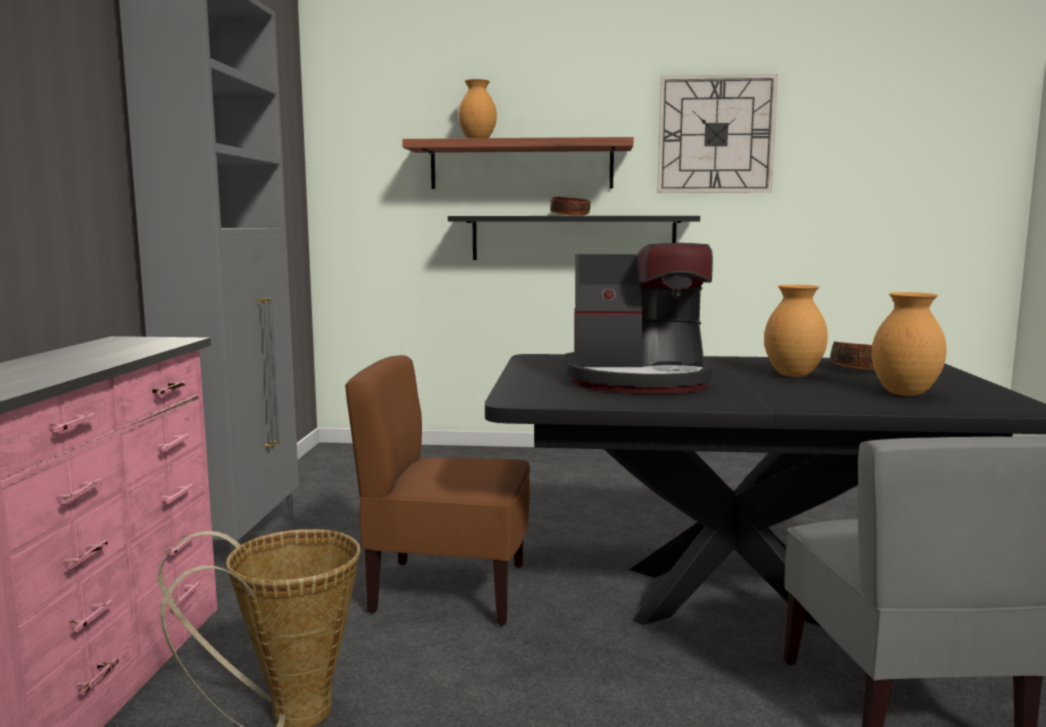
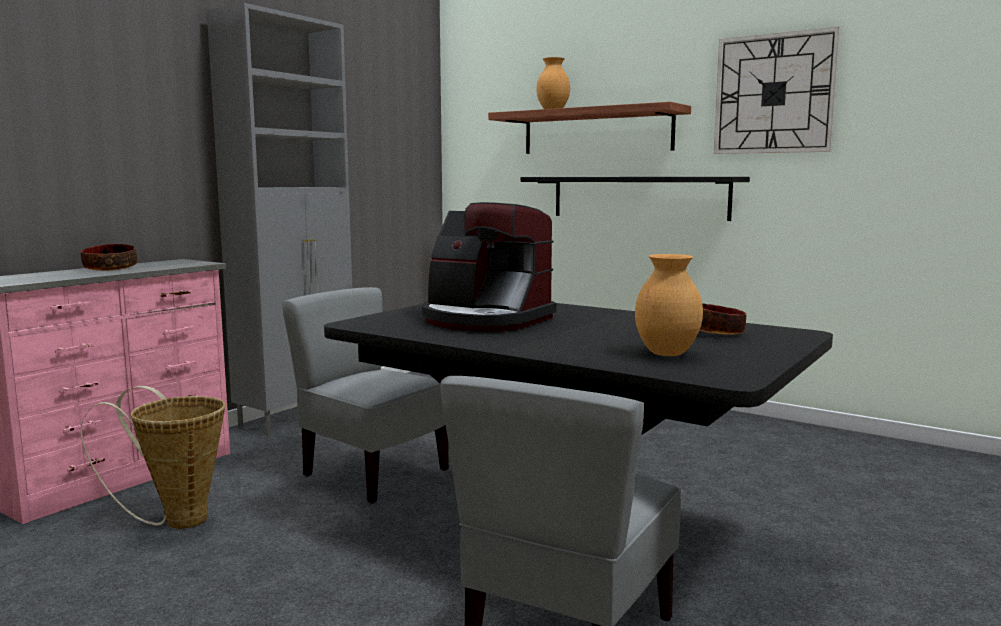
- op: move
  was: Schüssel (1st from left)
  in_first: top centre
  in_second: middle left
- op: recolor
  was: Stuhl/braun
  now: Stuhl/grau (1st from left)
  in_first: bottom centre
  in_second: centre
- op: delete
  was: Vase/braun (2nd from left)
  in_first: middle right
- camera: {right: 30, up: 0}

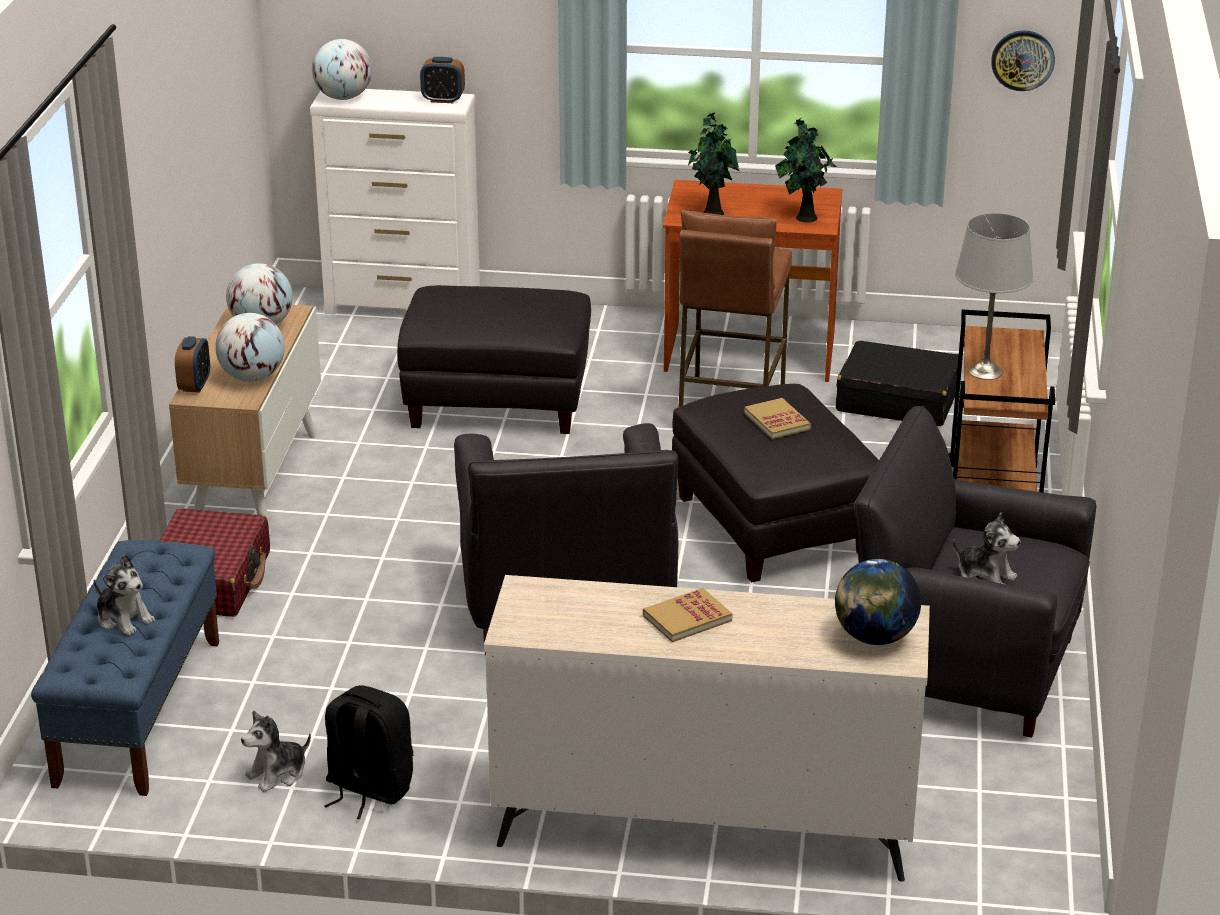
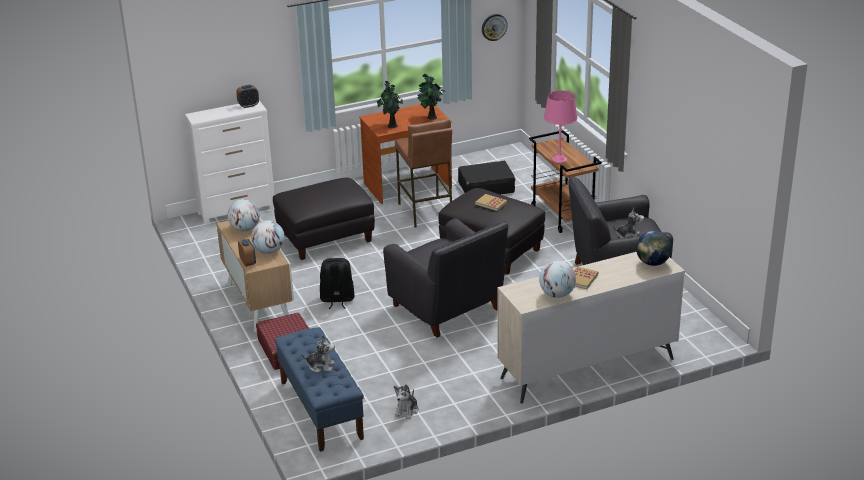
- op: move
  was: Rucksack/schwarz
  in_first: bottom left
  in_second: centre
- op: move
  was: Globus (3rd from left)
  in_first: top left
  in_second: centre
- op: recolor
  was: Tischlampe/grau
  now: Tischlampe/rosa
  in_first: top right
  in_second: top centre
- camera: {right: -30, up: 0}

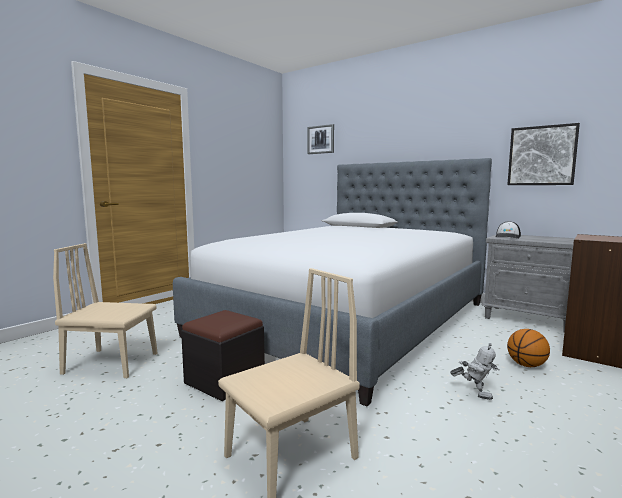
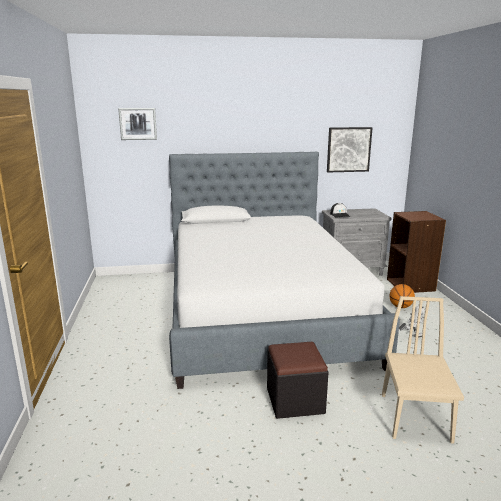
- op: delete
  was: Stuhl/beige (1st from left)
  in_first: middle left
- camera: {right: -45, up: 10}

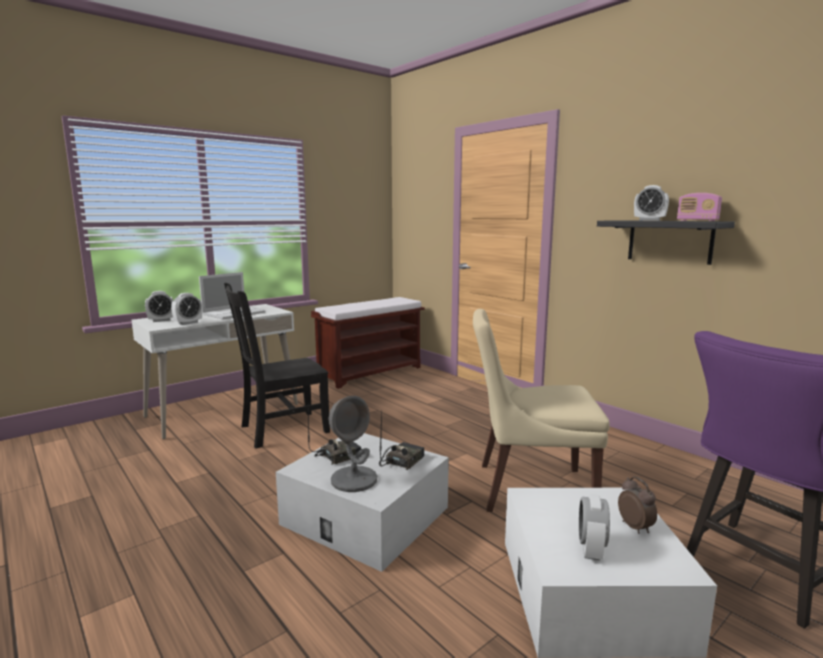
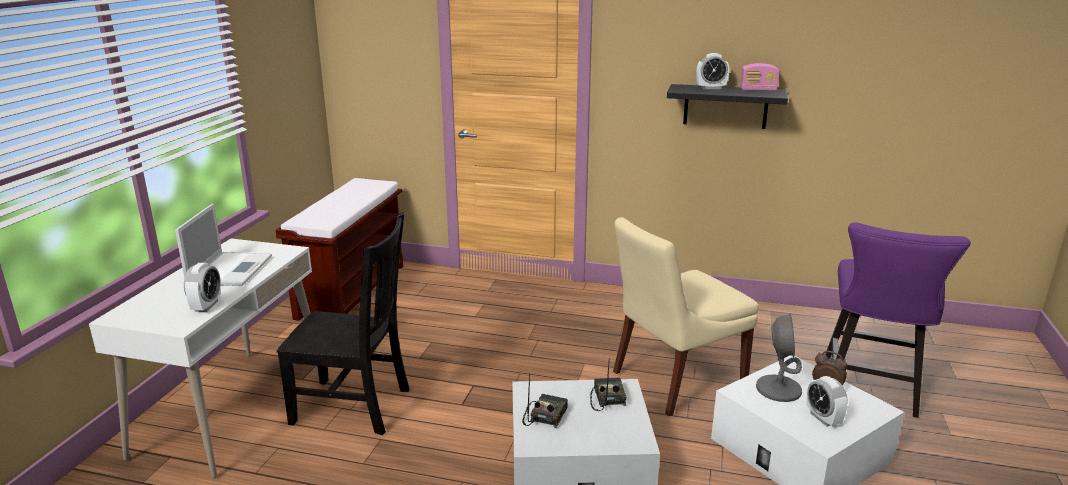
- op: rotate
  was: Stuhl/schwarz
  in_first: centre
  in_second: middle left
  clockwise: -105
- op: move
  was: Tischlampe/grau
  in_first: bottom centre
  in_second: bottom right
- op: delete
  was: Wecker (1st from left)
  in_first: middle left
- camera: {right: -35, up: 10}

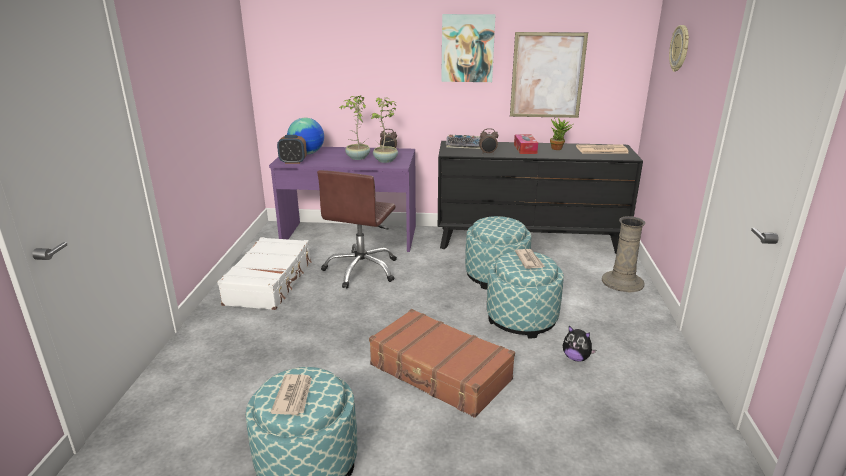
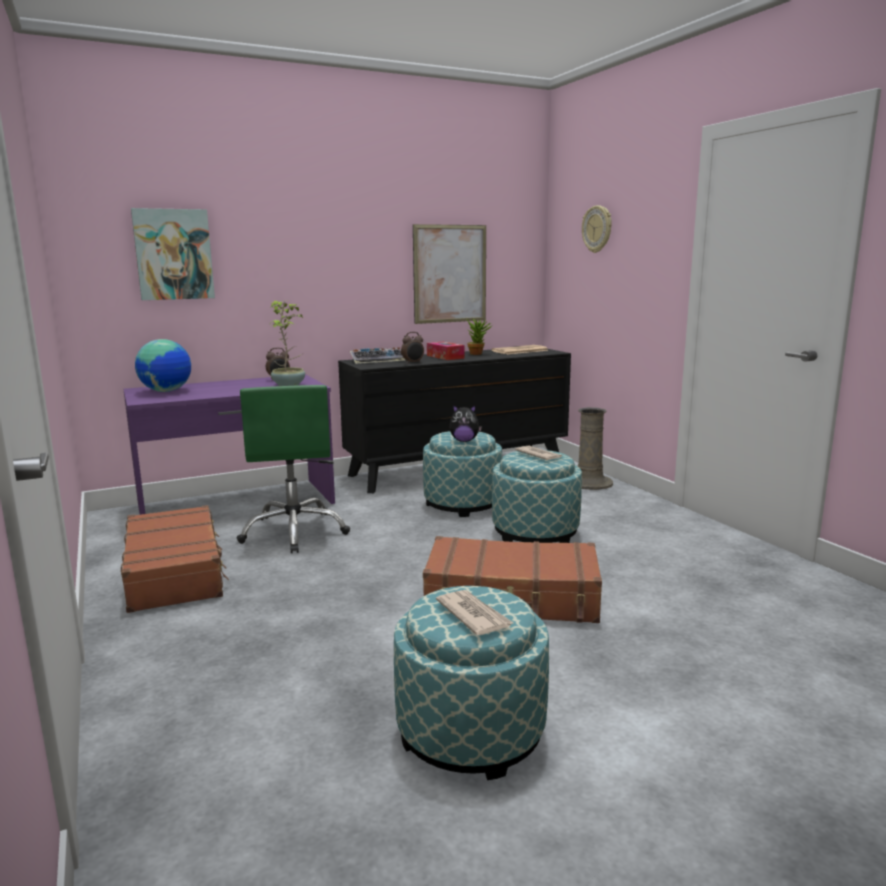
- op: recolor
  was: Koffer/weiß
  now: Koffer/braun (1st from left)
  in_first: middle left
  in_second: middle left
- op: move
  was: Bild (1st from left)
  in_first: top centre
  in_second: top left
- op: recolor
  was: Bürostuhl/braun
  now: Bürostuhl/grün
  in_first: centre
  in_second: middle left
- op: move
  was: Plüschtier
  in_first: bottom right
  in_second: centre
- op: delete
  was: Wecker (1st from left)
  in_first: top centre
- op: delete
  was: Topfpflanze (1st from left)
  in_first: top centre
- camera: {right: -30, up: -10}

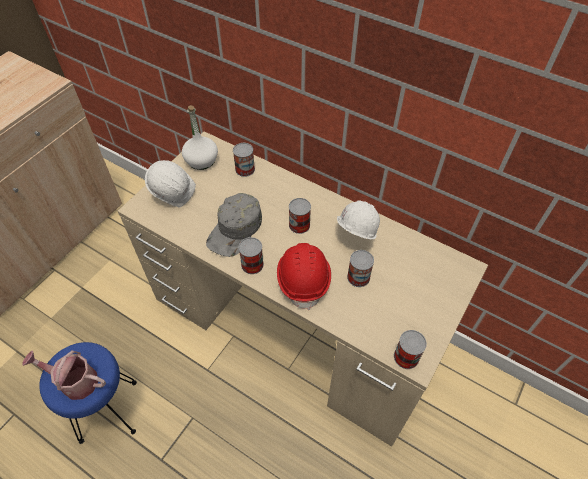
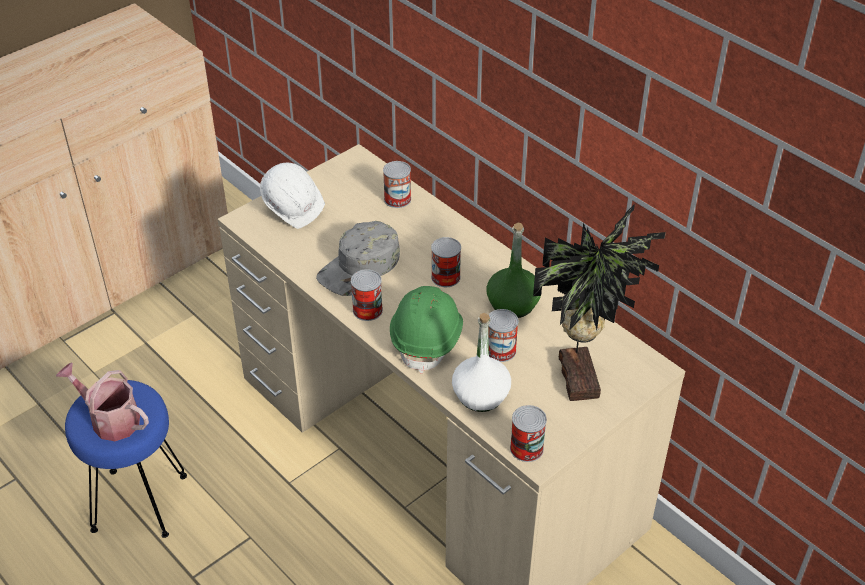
- op: recolor
  was: Schutzhelm/rot
  now: Schutzhelm/grün
  in_first: centre
  in_second: centre
- op: move
  was: Flasche/weiß
  in_first: top centre
  in_second: centre
- op: replace
  was: Schutzhelm/weiß (2nd from left)
  now: Flasche/grün
  in_first: centre
  in_second: centre
- op: insert
  now: Topfpflanze
  in_second: middle right
- camera: {right: 15, up: -10}

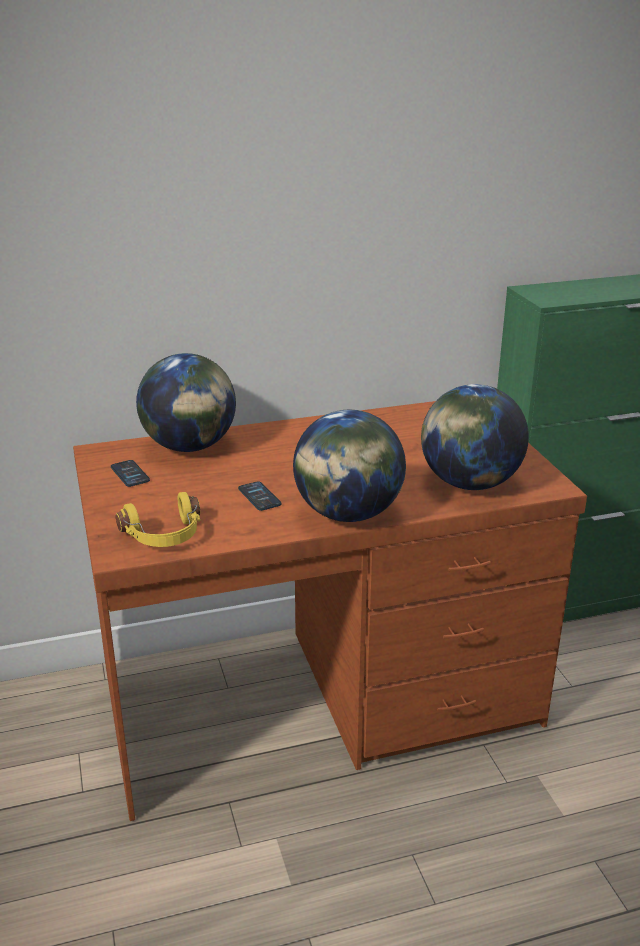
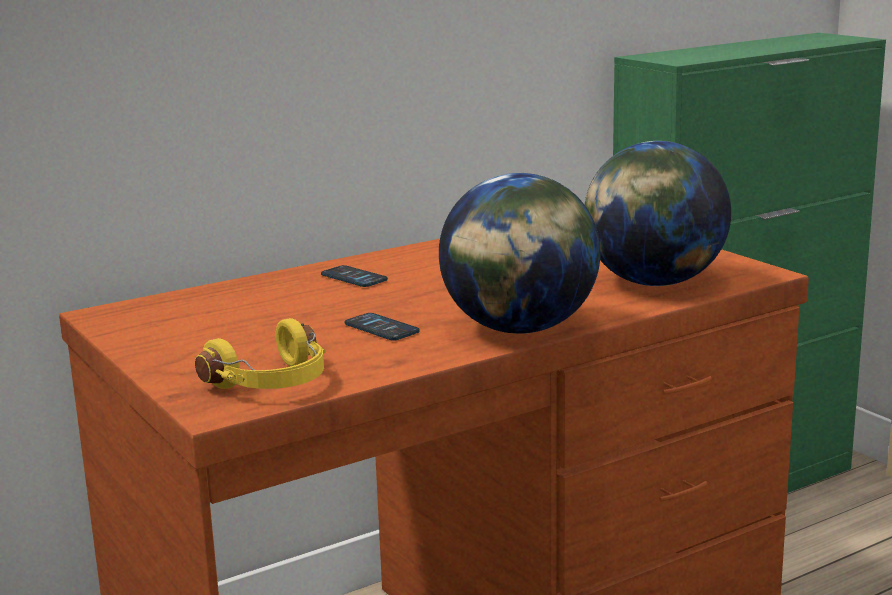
- op: move
  was: Handy (1st from left)
  in_first: middle left
  in_second: centre
- op: delete
  was: Globus (1st from left)
  in_first: middle left
- camera: {right: -15, up: -10}

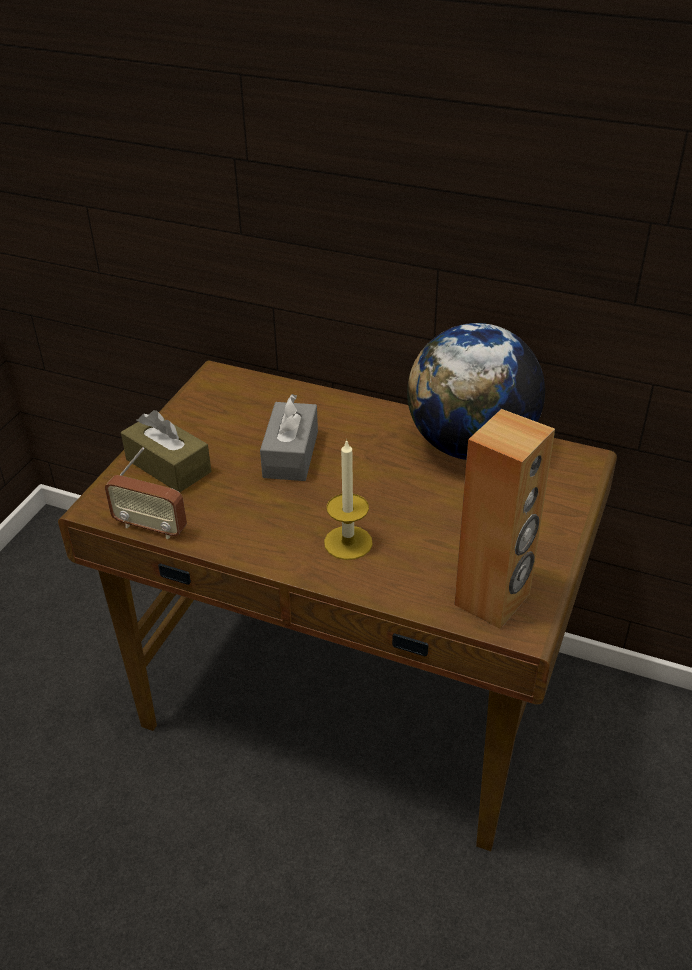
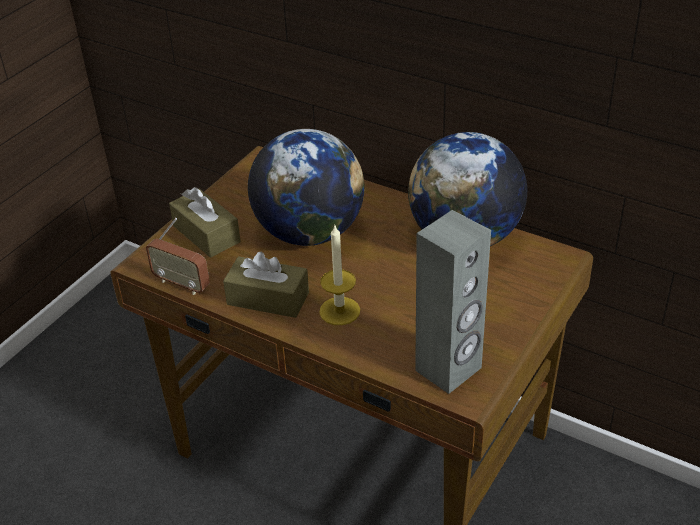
- op: insert
  now: Taschentuchbox/braun (2nd from left)
  in_second: centre
- op: replace
  was: Taschentuchbox/grau
  now: Globus (1st from left)
  in_first: centre
  in_second: centre
- op: recolor
  was: Lautsprecher/braun
  now: Lautsprecher/grau
  in_first: middle right
  in_second: centre
- camera: {right: 10, up: 0}

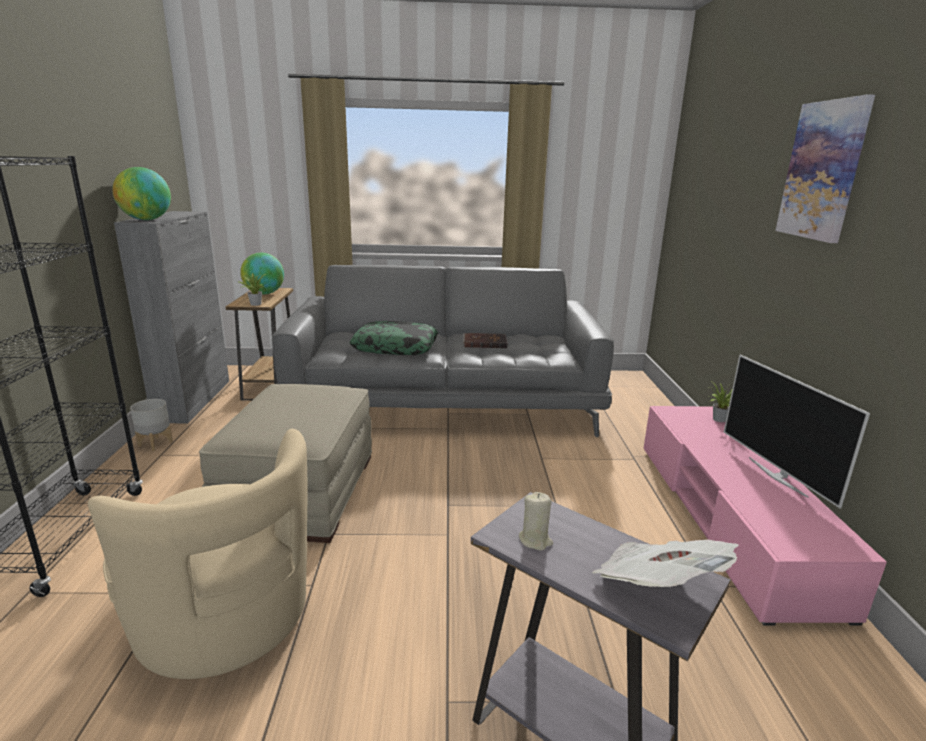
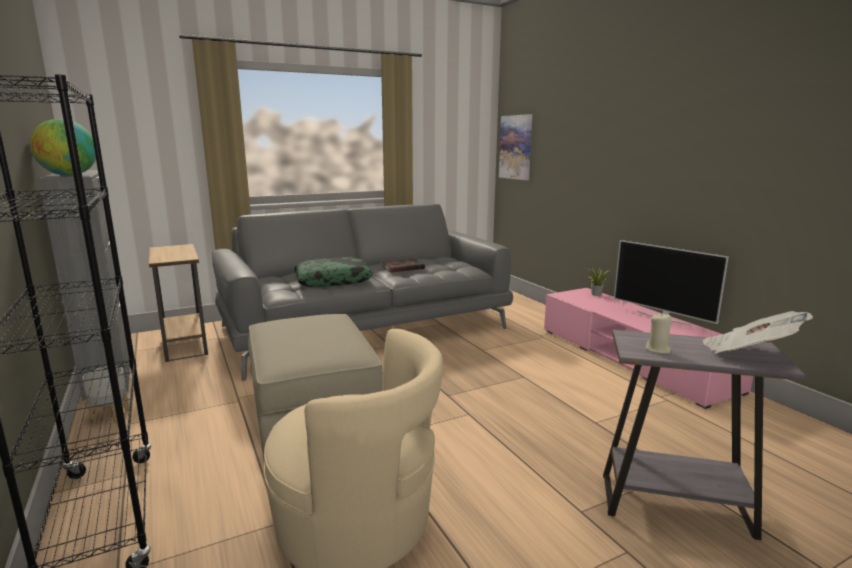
- op: move
  was: Bild
  in_first: top right
  in_second: top centre
- op: delete
  was: Topfpflanze (1st from left)
  in_first: middle left
- op: delete
  was: Globus (2nd from left)
  in_first: middle left
- camera: {right: -25, up: -5}

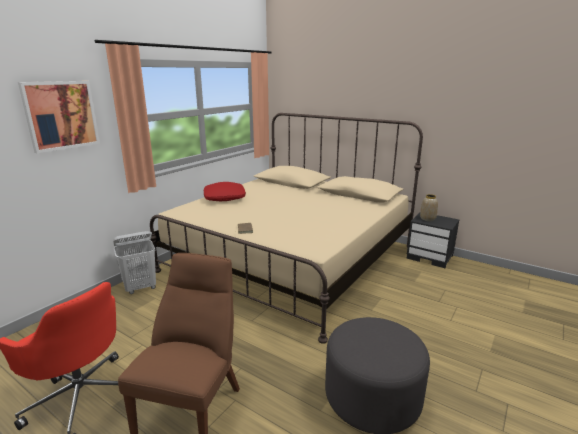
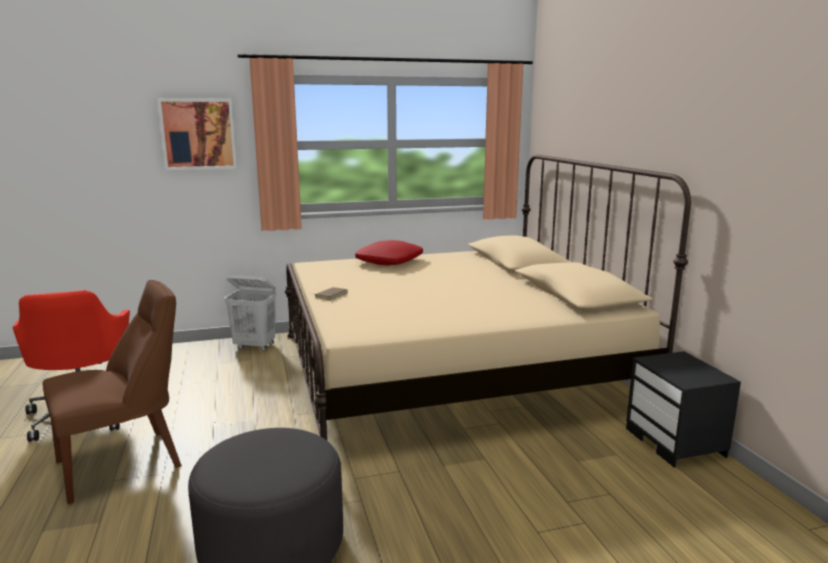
- op: delete
  was: Vase
  in_first: middle right
- camera: {right: 40, up: -5}

